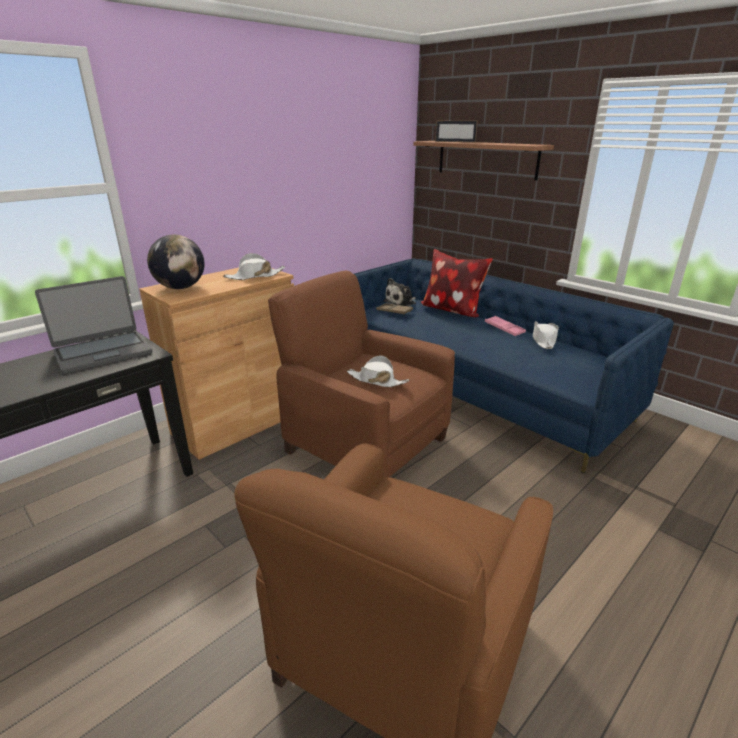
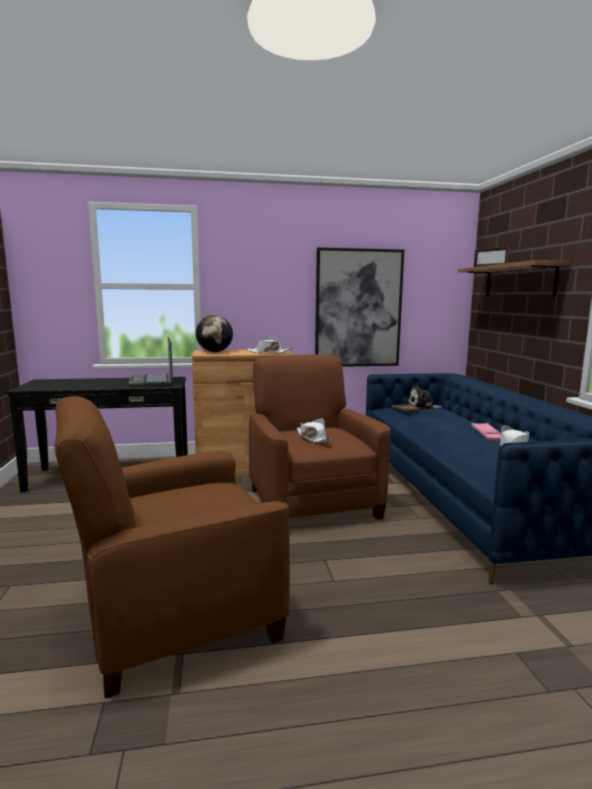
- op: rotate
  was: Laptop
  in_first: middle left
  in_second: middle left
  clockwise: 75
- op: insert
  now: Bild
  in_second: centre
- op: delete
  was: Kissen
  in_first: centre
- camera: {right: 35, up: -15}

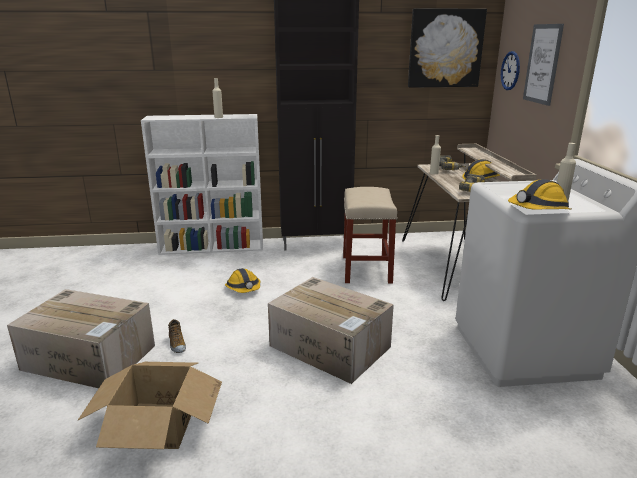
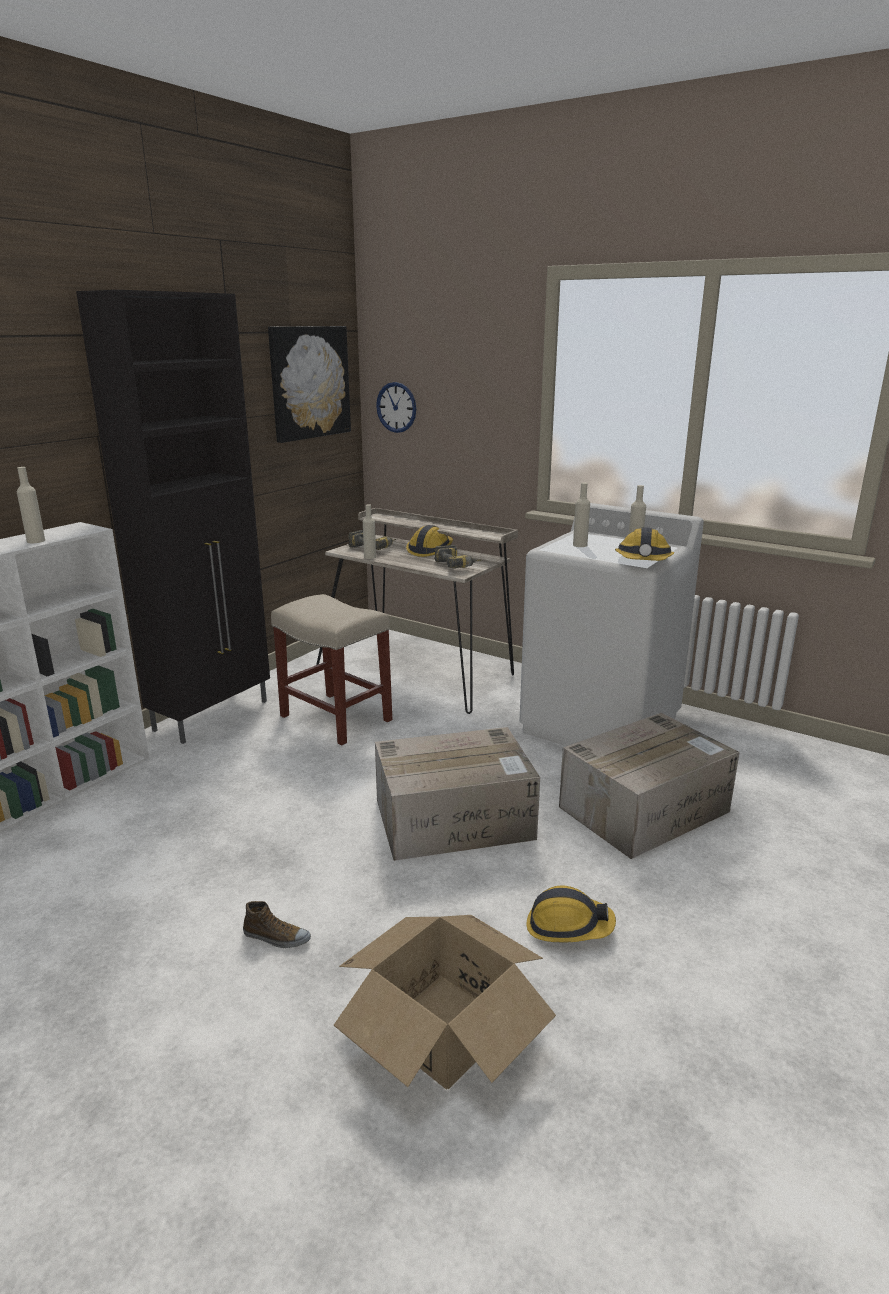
- op: move
  was: Schutzhelm (1st from left in the first image)
  now: Schutzhelm (2nd from left)
  in_first: centre
  in_second: bottom centre
- op: move
  was: Karton (1st from left in the first image)
  now: Karton (3rd from left)
  in_first: bottom left
  in_second: middle right
- op: insert
  now: Flasche/beige (3rd from left)
  in_second: centre
- op: delete
  was: Bild (2nd from left)
  in_first: top right
- camera: {right: -50, up: 0}

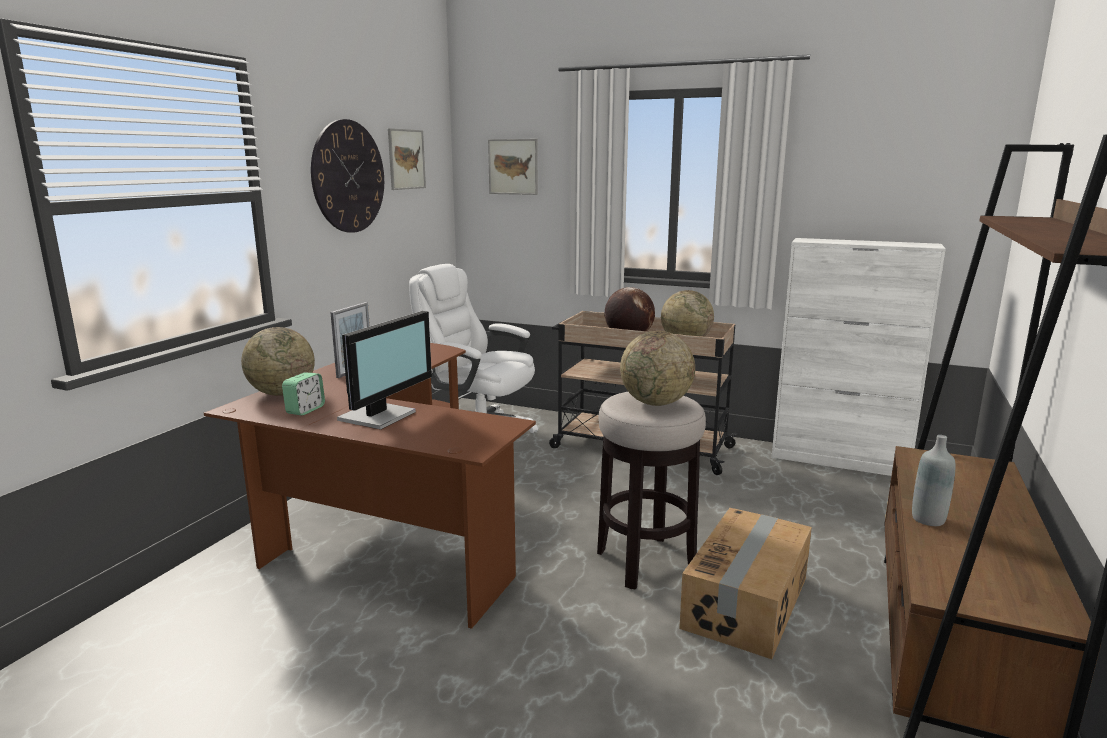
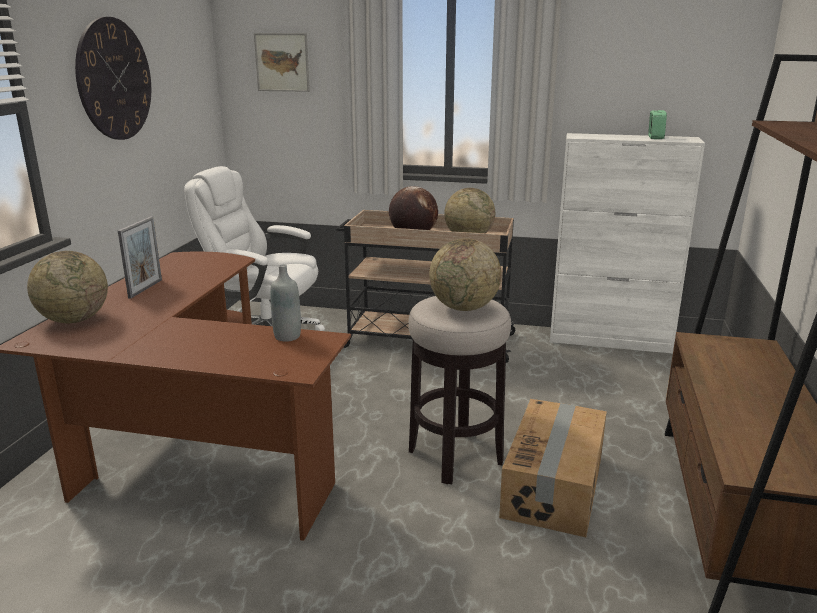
- op: move
  was: Flasche/grau
  in_first: middle right
  in_second: centre
- op: move
  was: Wecker
  in_first: middle left
  in_second: top right
- op: delete
  was: Monitor
  in_first: centre
- op: delete
  was: Bild (1st from left)
  in_first: top centre
- camera: {right: -10, up: 5}

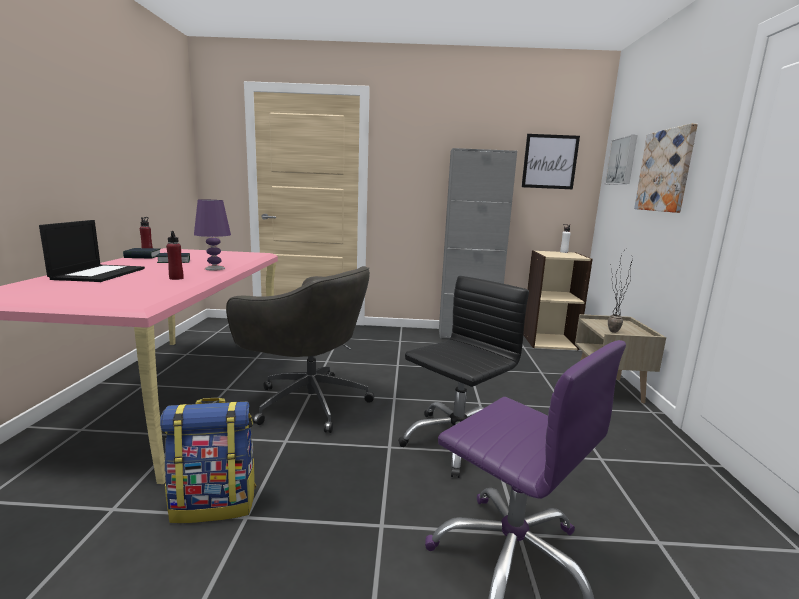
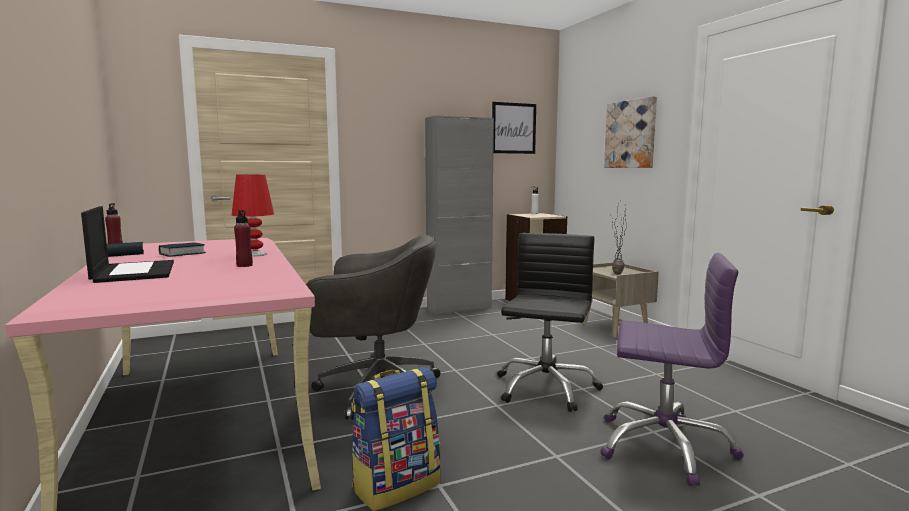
- op: recolor
  was: Tischlampe/lila
  now: Tischlampe/rot
  in_first: middle left
  in_second: middle left
- op: delete
  was: Bild (2nd from left)
  in_first: top right
- camera: {right: -25, up: -5}

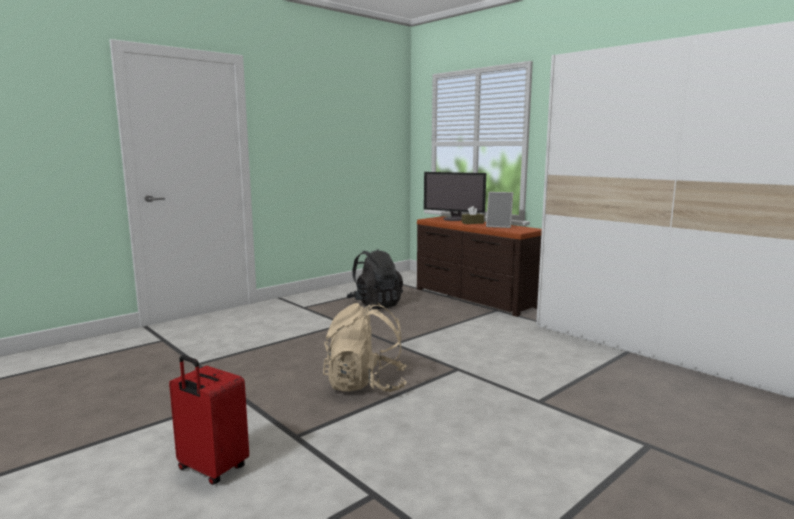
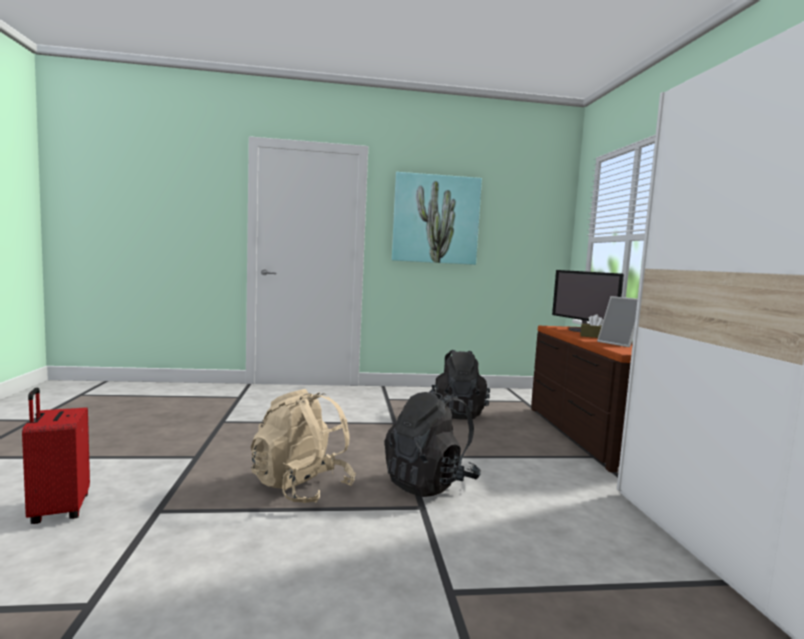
- op: insert
  now: Rucksack/schwarz (1st from left)
  in_second: bottom centre
- op: insert
  now: Bild
  in_second: centre
- camera: {right: 35, up: -5}

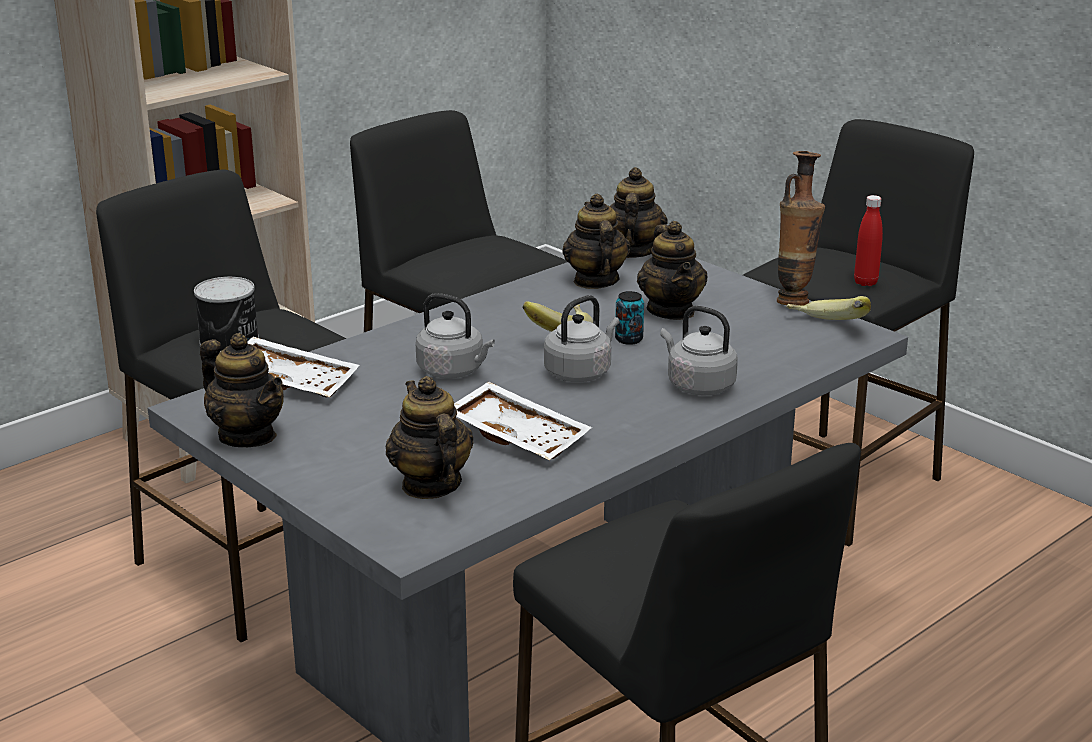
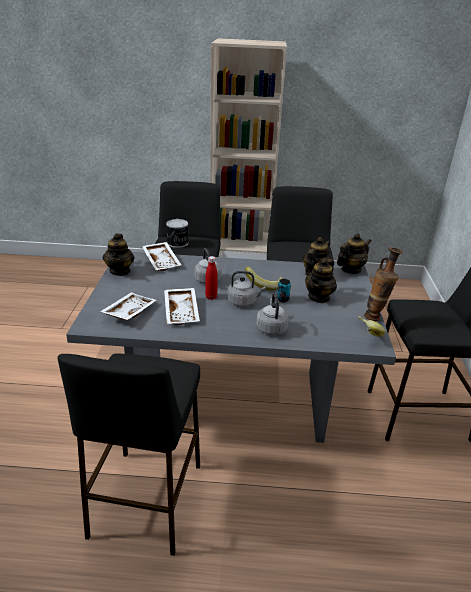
- op: replace
  was: Teekanne (2nd from left)
  now: Tablett/weiß (1st from left)
  in_first: centre
  in_second: middle left
- op: move
  was: Flasche/rot
  in_first: top right
  in_second: centre
- camera: {right: 45, up: 5}

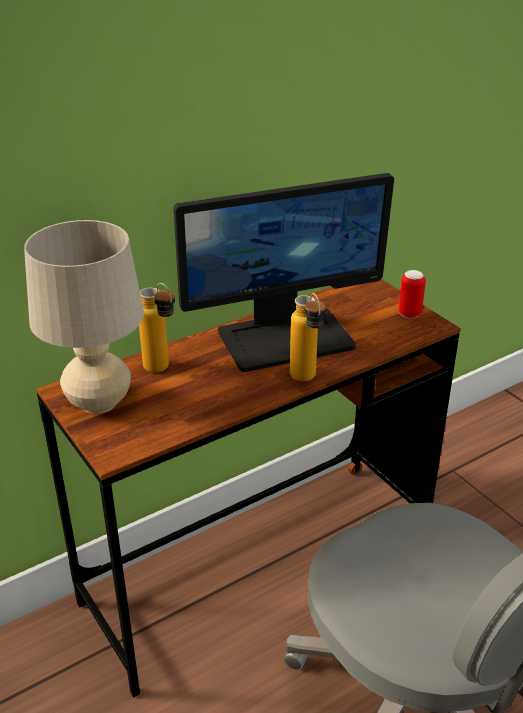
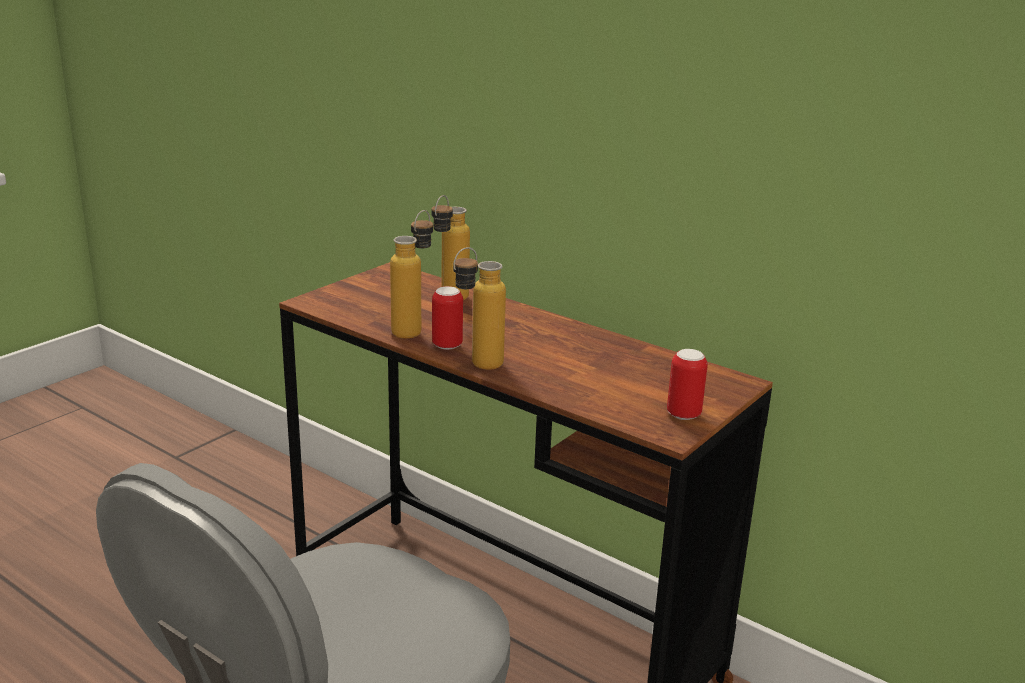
- op: insert
  now: Flasche (1st from left)
  in_second: centre
- op: insert
  now: Dose (1st from left)
  in_second: centre
- op: delete
  was: Tischlampe/beige
  in_first: middle left
- op: delete
  was: Monitor
  in_first: centre
- camera: {right: 70, up: -10}

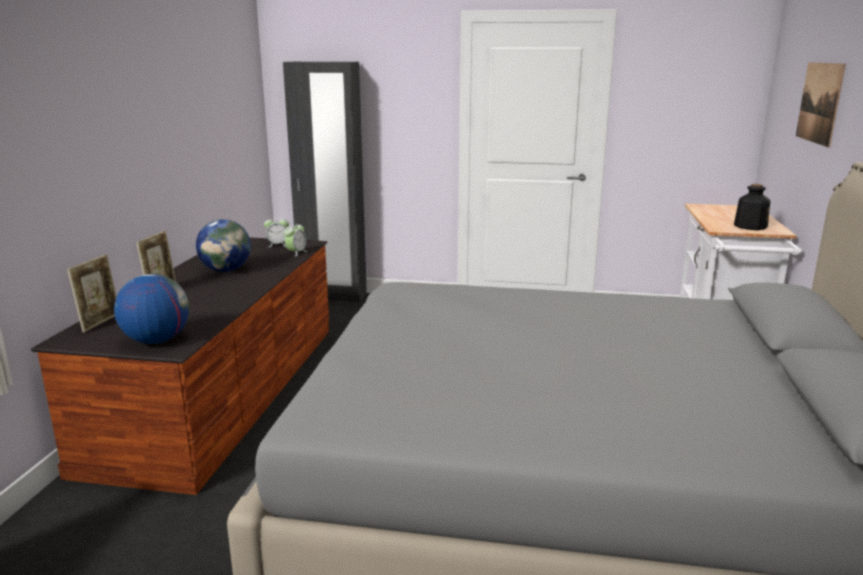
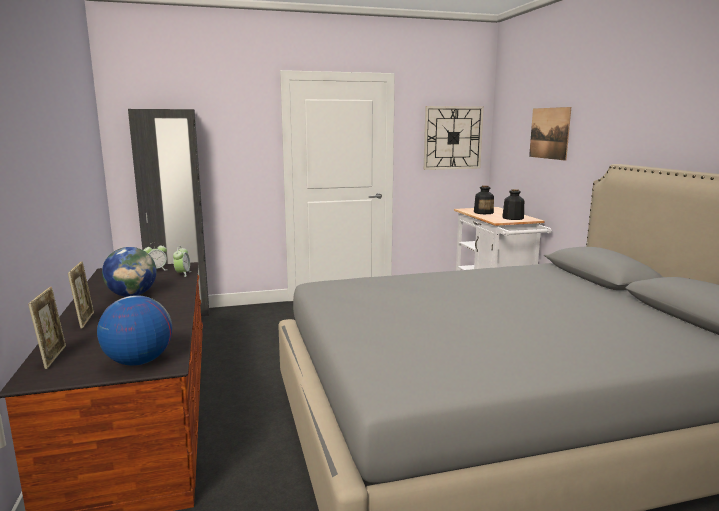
- op: insert
  now: Wanduhr
  in_second: top centre
- op: insert
  now: Flasche (1st from left)
  in_second: middle right
- camera: {right: -25, up: -5}

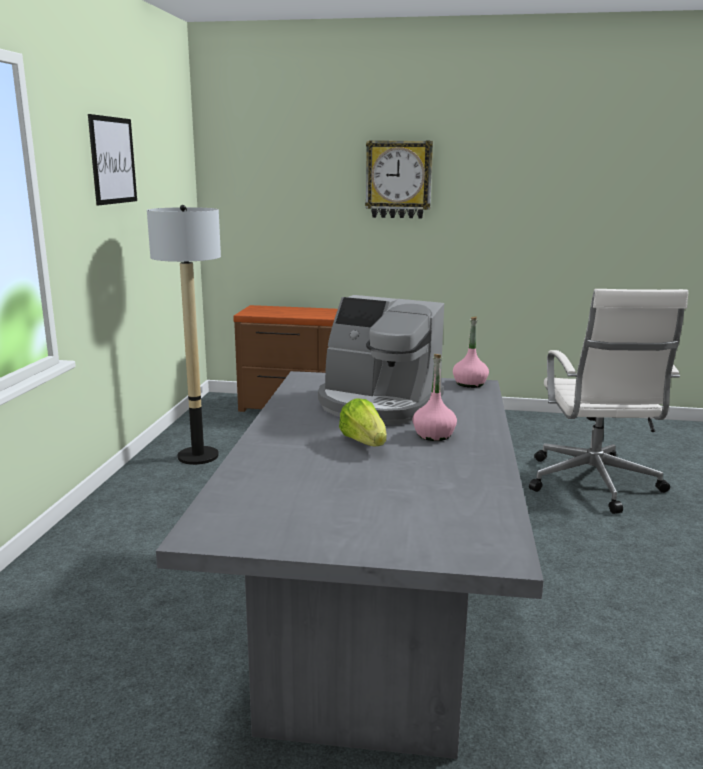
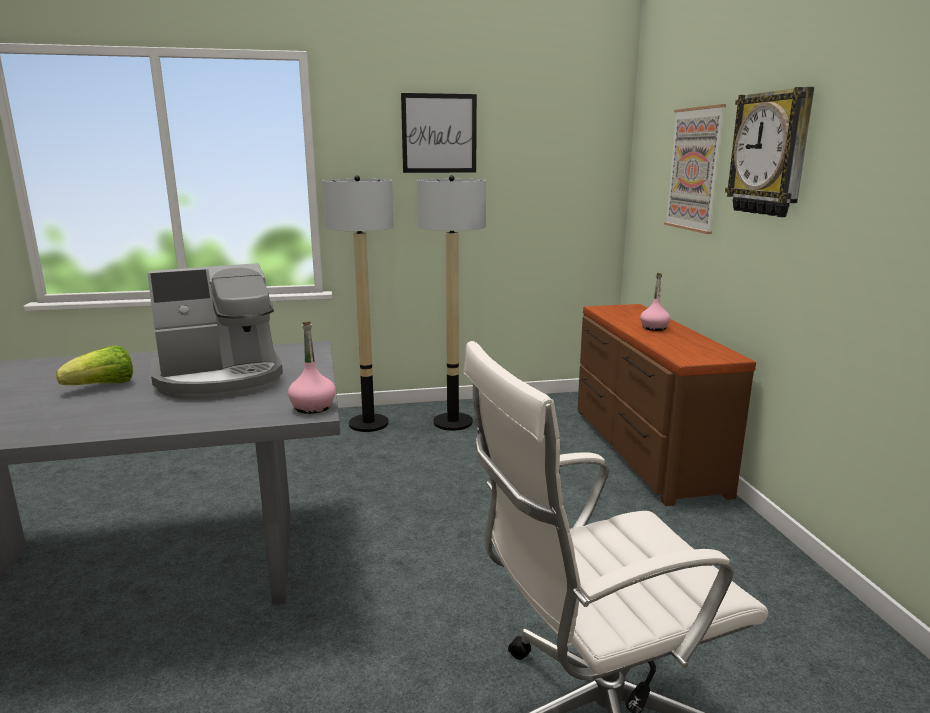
- op: rotate
  was: Kaffeemaschine
  in_first: centre
  in_second: middle left
  clockwise: -120
- op: insert
  now: Stehlampe (1st from left)
  in_second: centre
- op: move
  was: Flasche/rosa (1st from left in the first image)
  now: Flasche/rosa (2nd from left)
  in_first: centre
  in_second: middle right
- op: insert
  now: Bild (2nd from left)
  in_second: top right
- camera: {right: 70, up: 0}

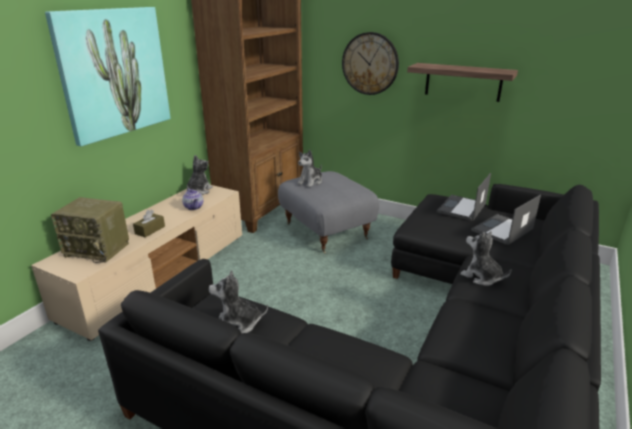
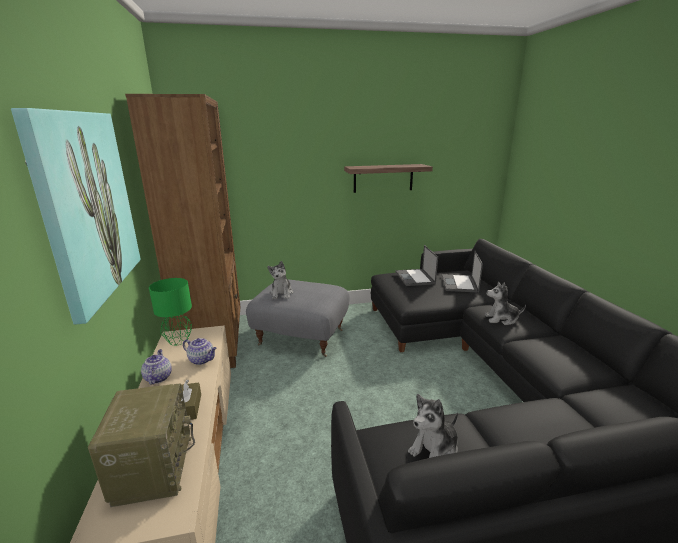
- op: rotate
  was: Radio
  in_first: middle left
  in_second: bottom left
  clockwise: -75
- op: insert
  now: Teekanne (1st from left)
  in_second: bottom left
- op: replace
  was: Plüschtier (1st from left)
  now: Tischlampe/grün
  in_first: middle left
  in_second: middle left
- op: delete
  was: Wanduhr
  in_first: top centre
- camera: {right: -40, up: -5}

